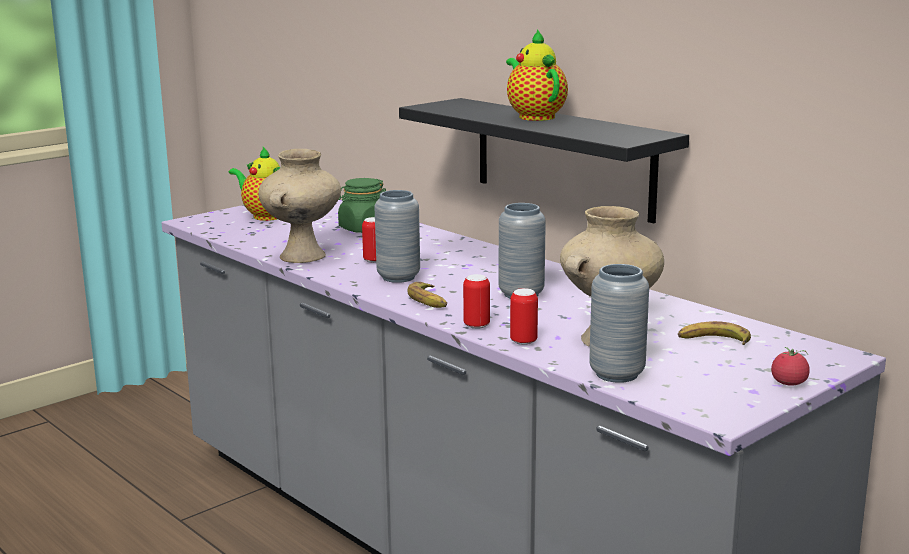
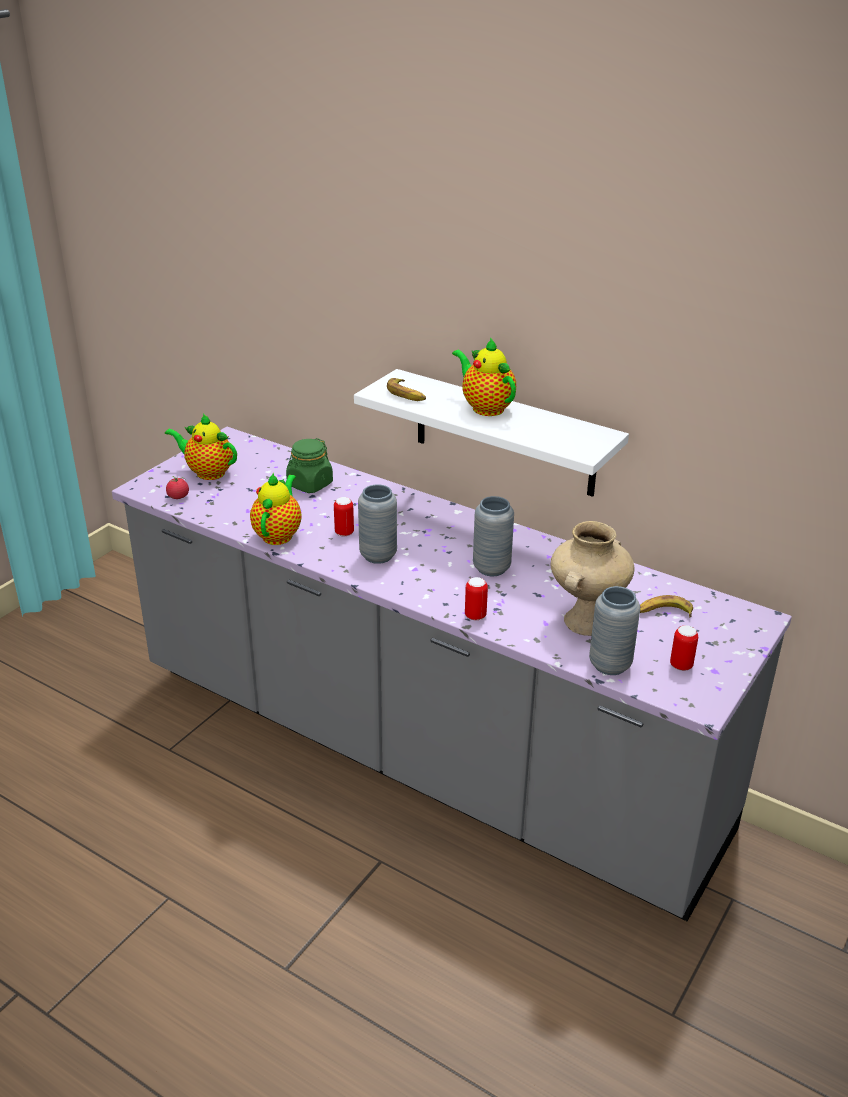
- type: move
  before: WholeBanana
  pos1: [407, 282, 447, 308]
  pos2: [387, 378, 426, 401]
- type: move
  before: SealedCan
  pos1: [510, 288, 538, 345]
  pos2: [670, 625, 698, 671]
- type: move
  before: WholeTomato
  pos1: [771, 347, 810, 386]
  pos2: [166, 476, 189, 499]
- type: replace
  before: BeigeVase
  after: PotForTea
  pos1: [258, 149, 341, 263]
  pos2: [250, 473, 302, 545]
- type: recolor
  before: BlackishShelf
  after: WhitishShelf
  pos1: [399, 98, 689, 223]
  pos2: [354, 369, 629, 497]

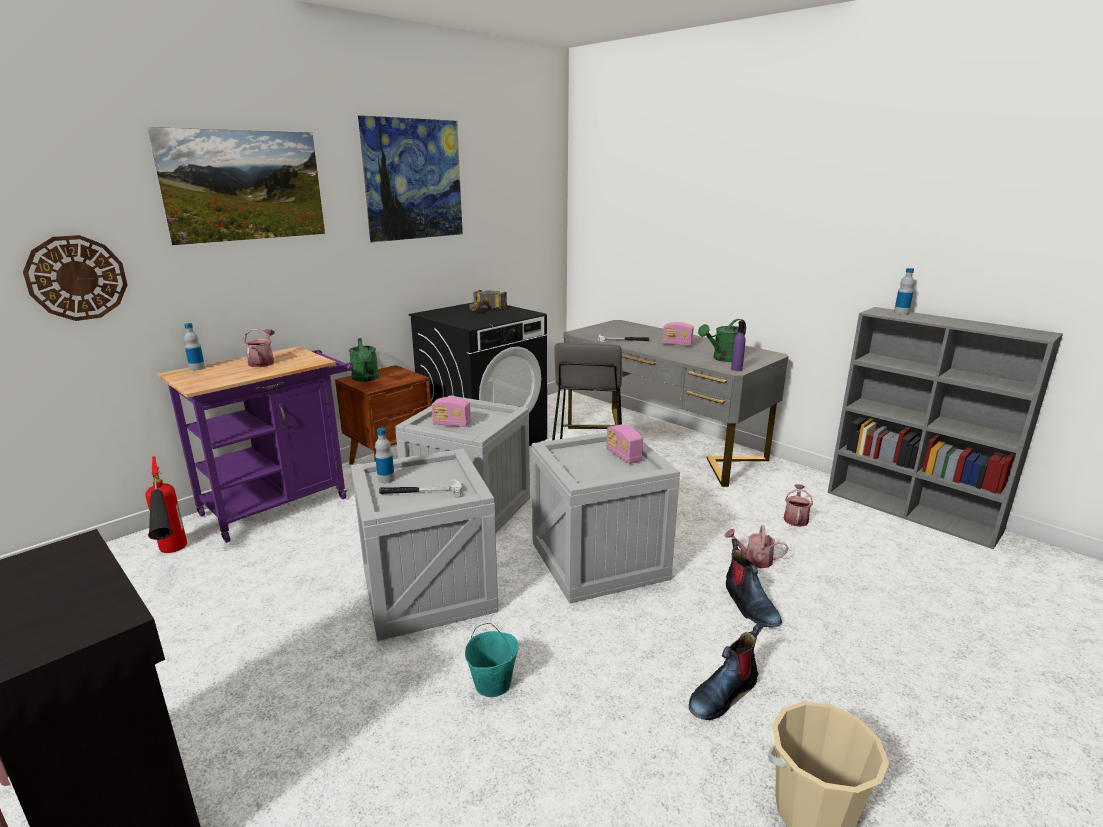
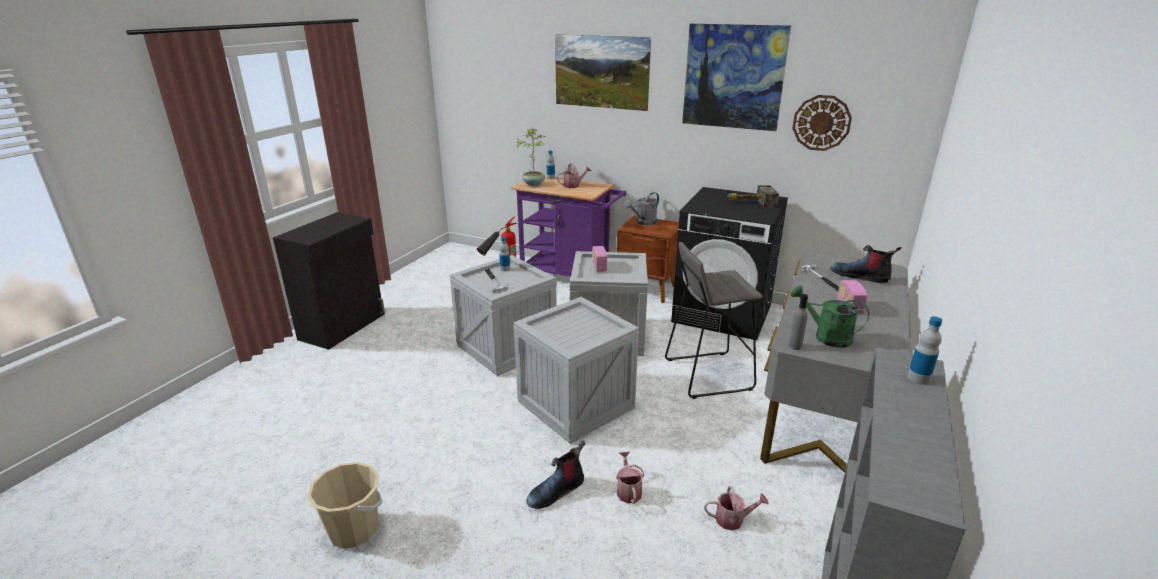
- type: delete
  before: TurquoiseColouredWaterBucket
  pos1: [465, 623, 519, 697]
- type: delete
  before: Radio
  pos1: [606, 424, 643, 464]
- type: insert
  after: Houseplant
  pos2: [515, 127, 545, 186]
- type: move
  before: WallClock
  pos1: [23, 235, 128, 321]
  pos2: [792, 95, 852, 151]
- type: move
  before: TallBoot
  pos1: [689, 623, 763, 720]
  pos2: [830, 245, 902, 283]
- type: recolor
  before: GreenishSprinklingCan
  after: GreySprinklingCan
  pos1: [349, 338, 379, 382]
  pos2: [624, 192, 659, 225]
- type: recolor
  before: PurplishBeverageBottle
  after: GreyBeverageBottle
  pos1: [731, 320, 745, 371]
  pos2: [788, 294, 808, 350]

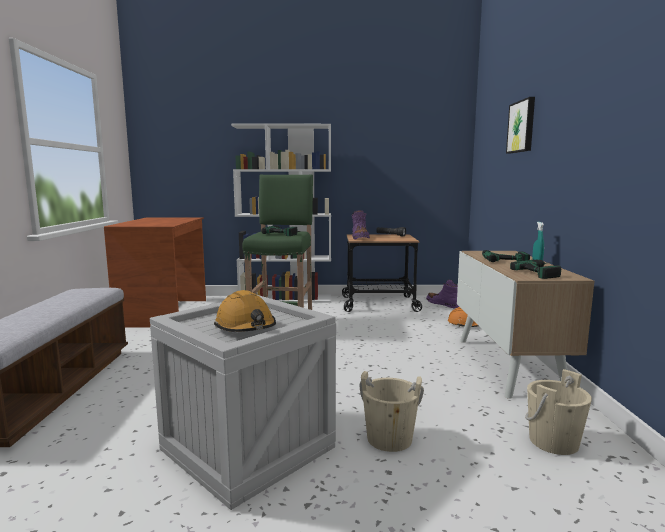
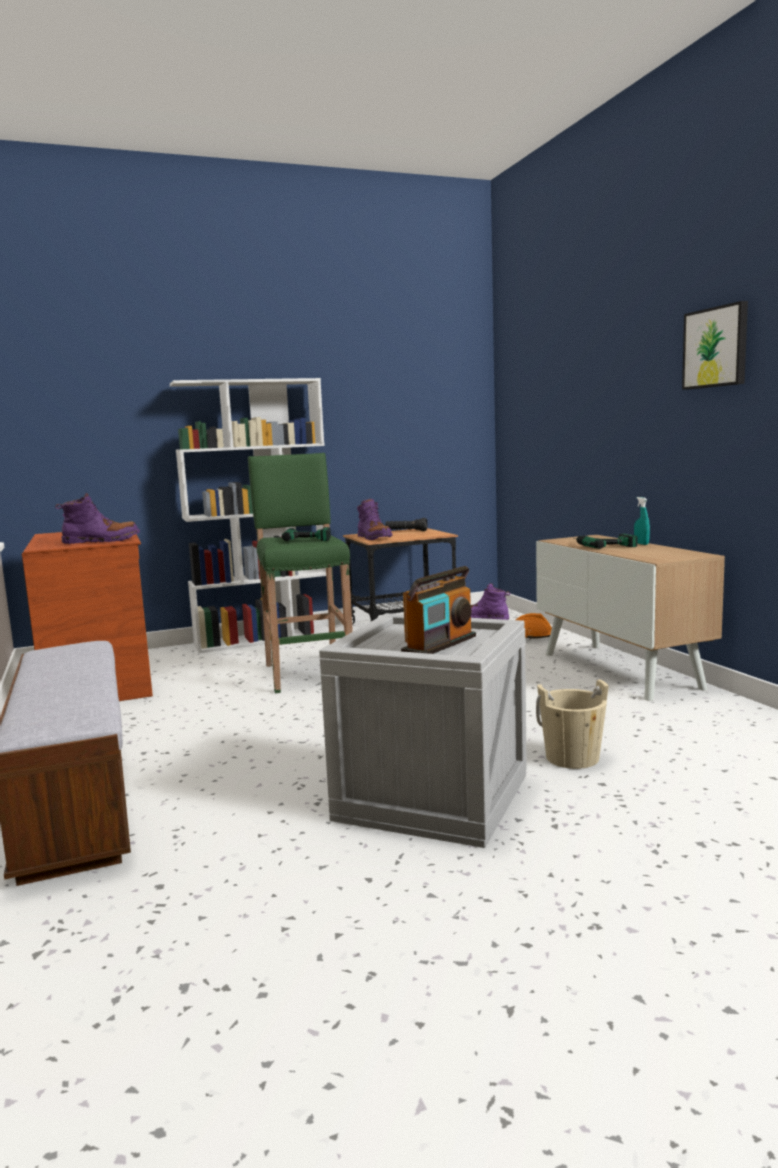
- type: delete
  before: PowerDrill
  pos1: [510, 260, 562, 279]
- type: delete
  before: BeigeWaterBucket
  pos1: [525, 369, 592, 455]
- type: insert
  after: PurplishTallBoot
  pos2: [55, 493, 140, 545]
- type: move
  before: Picture
  pos1: [506, 97, 535, 153]
  pos2: [682, 301, 748, 390]
- type: replace
  before: OrangeWorkHelmet
  after: Radio
  pos1: [214, 290, 276, 332]
  pos2: [401, 566, 476, 654]

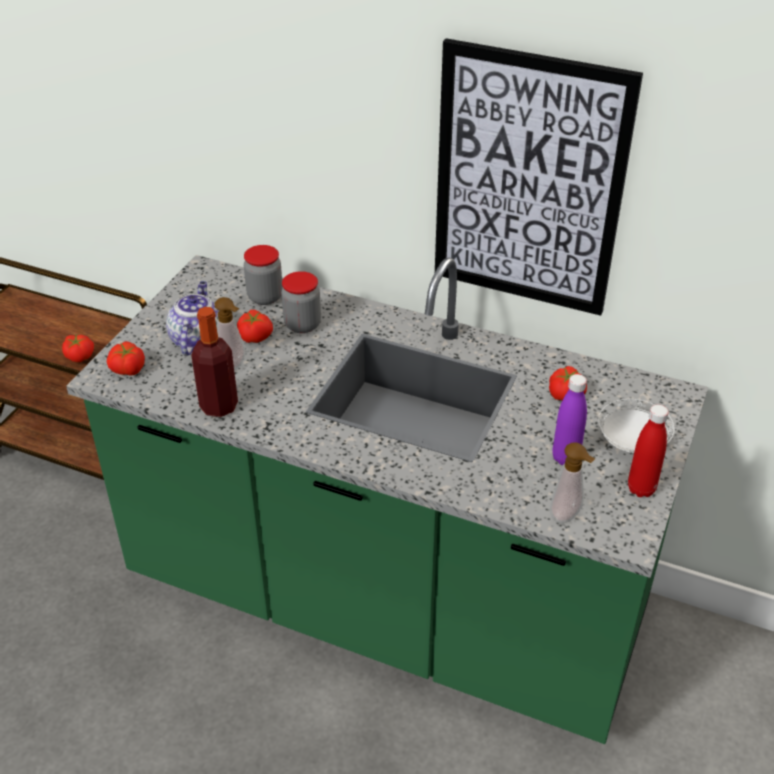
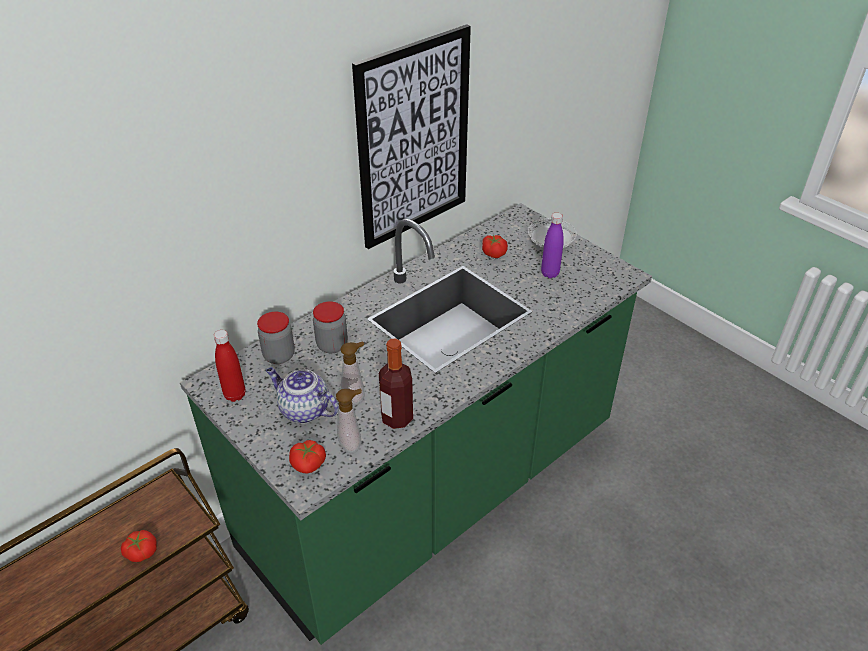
- type: delete
  before: WholeTomato
  pos1: [237, 310, 273, 343]
- type: move
  before: SoapDispenser
  pos1: [550, 442, 595, 524]
  pos2: [336, 388, 362, 453]
- type: move
  before: RedColouredBeverageBottle
  pos1: [628, 405, 669, 497]
  pos2: [214, 330, 245, 402]

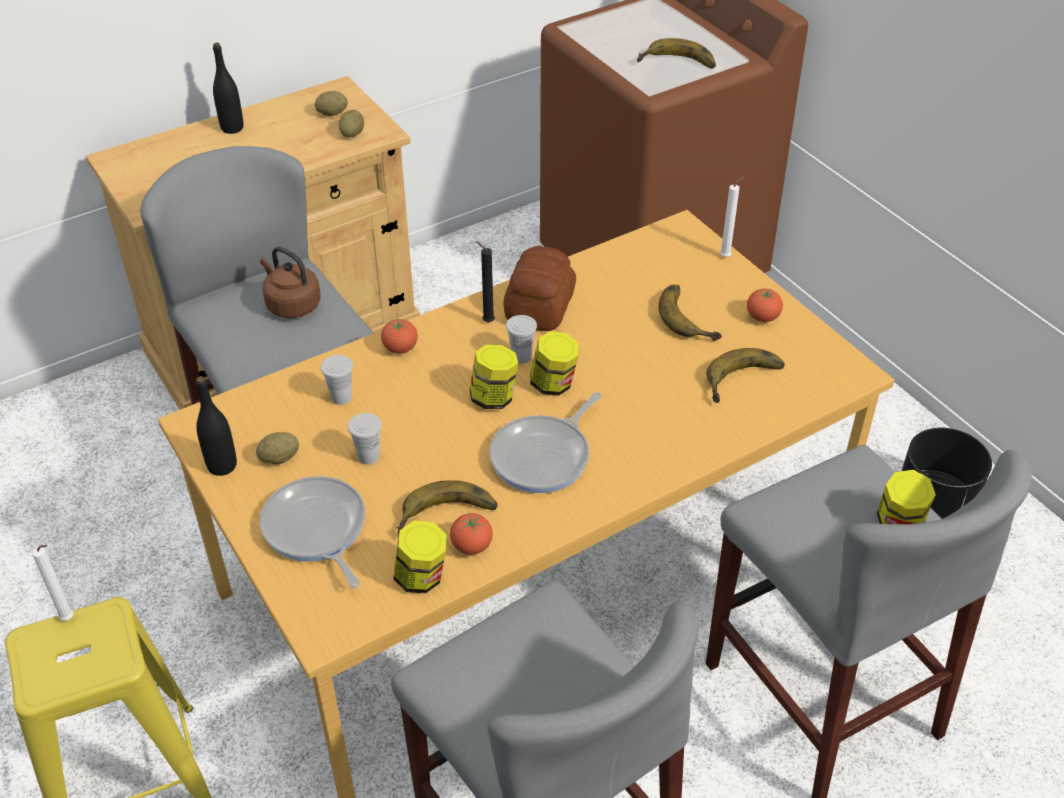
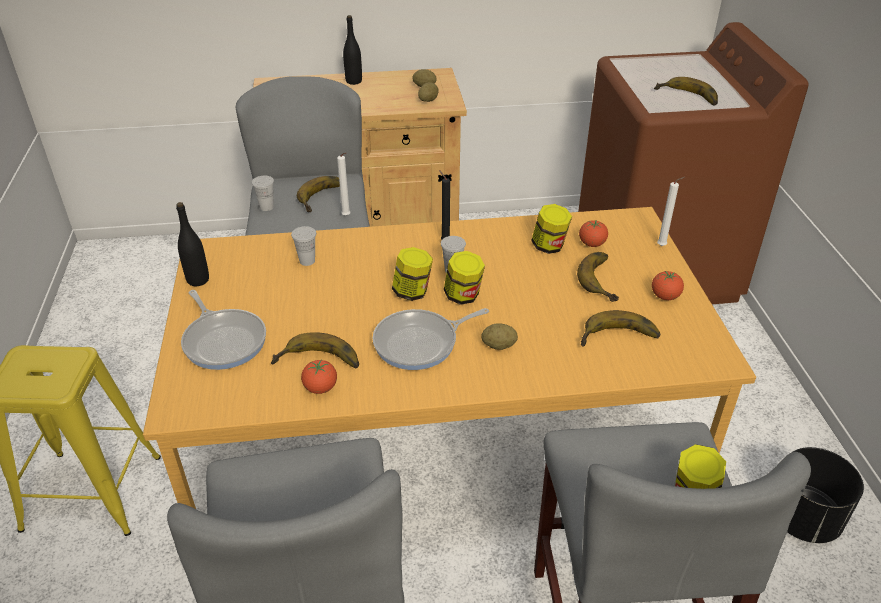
- type: delete
  before: BakeryBread
  pos1: [504, 246, 576, 331]
- type: move
  before: WhitishWaxCandle
  pos1: [32, 545, 74, 621]
  pos2: [337, 153, 350, 216]
- type: move
  before: Spud
  pos1: [256, 432, 299, 464]
  pos2: [482, 323, 518, 350]
- type: move
  before: WhitishSmallCup
  pos1: [348, 413, 382, 465]
  pos2: [252, 176, 274, 211]
- type: move
  before: WholeTomato
  pos1: [381, 319, 418, 354]
  pos2: [579, 220, 608, 247]
- type: move
  before: PreserveJar
  pos1: [394, 520, 447, 594]
  pos2: [531, 204, 572, 254]
- type: replace
  before: BrownKettle
  after: WholeBanana
  pos1: [260, 247, 320, 318]
  pos2: [297, 176, 340, 212]
- type: rotate
  before: FryingPan
  pos1: [259, 476, 365, 588]
  pos2: [181, 290, 266, 370]
  turn: 150

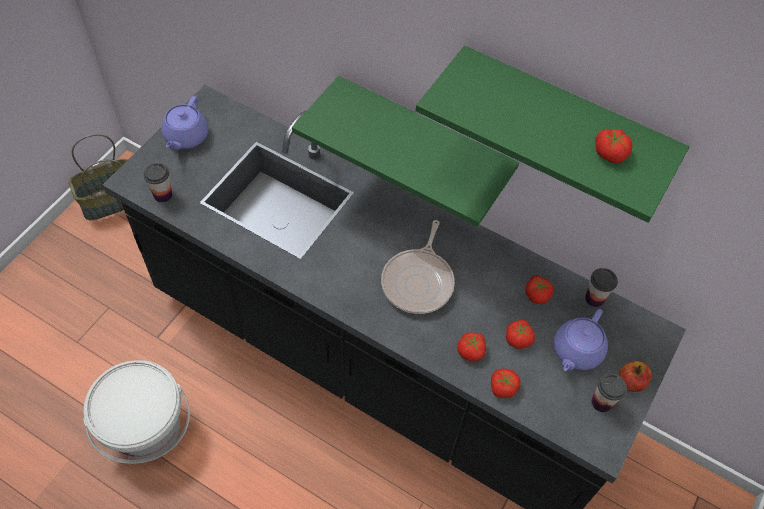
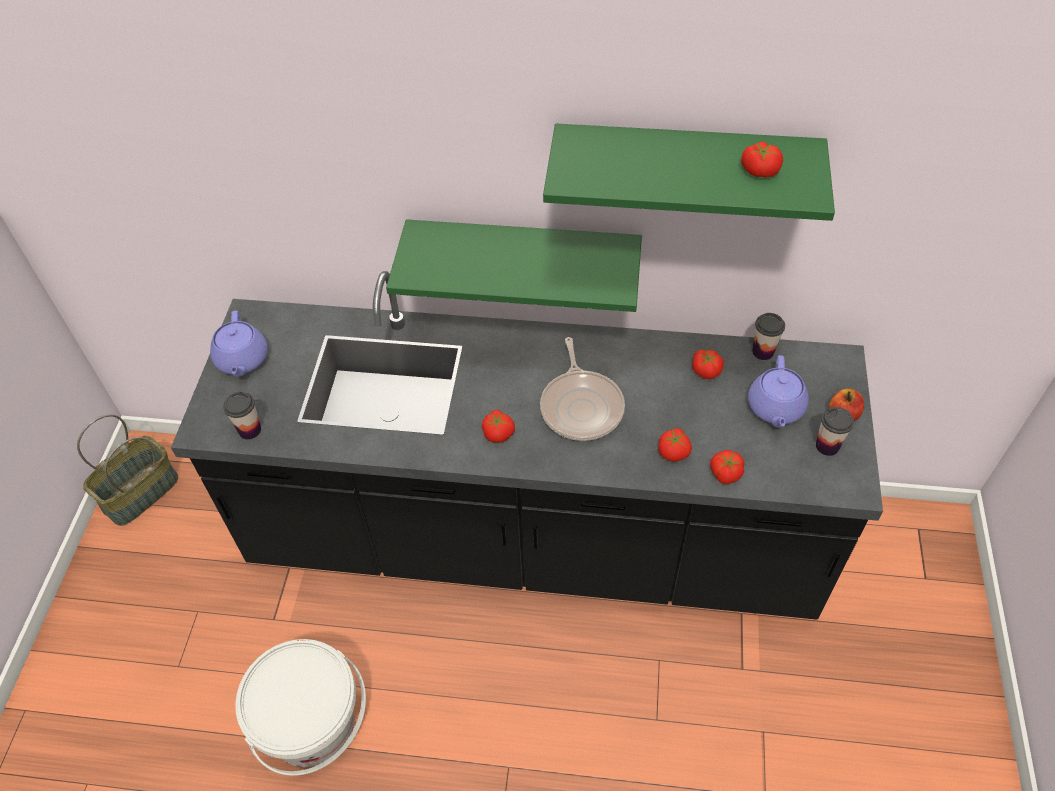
- type: move
  before: WholeTomato
  pos1: [506, 319, 535, 349]
  pos2: [482, 410, 515, 443]

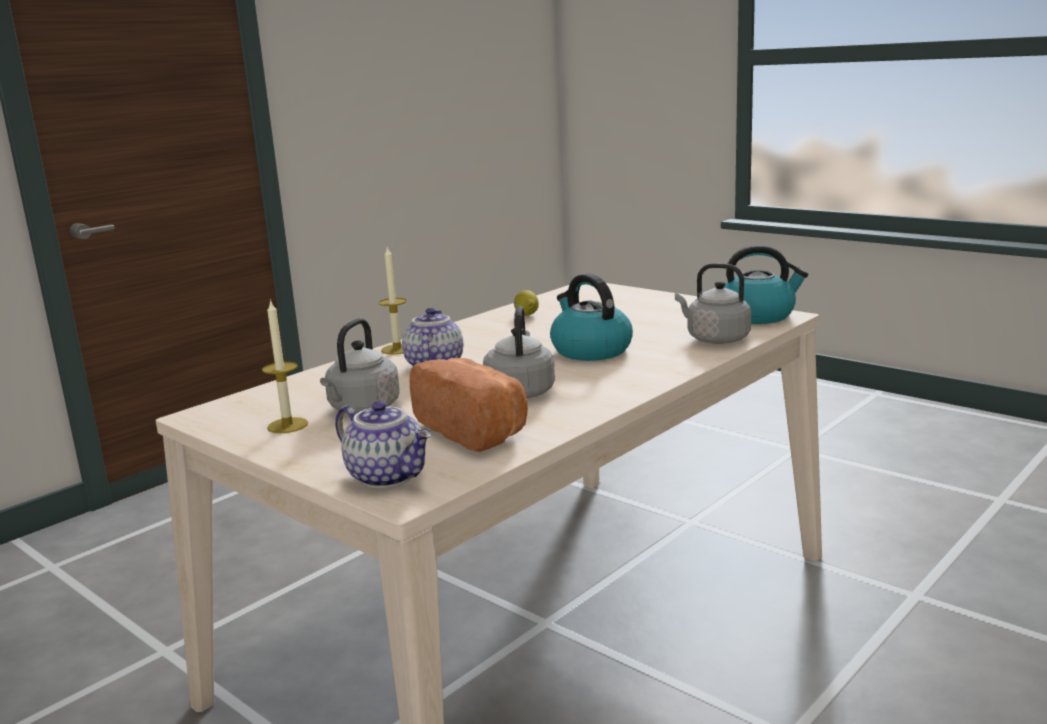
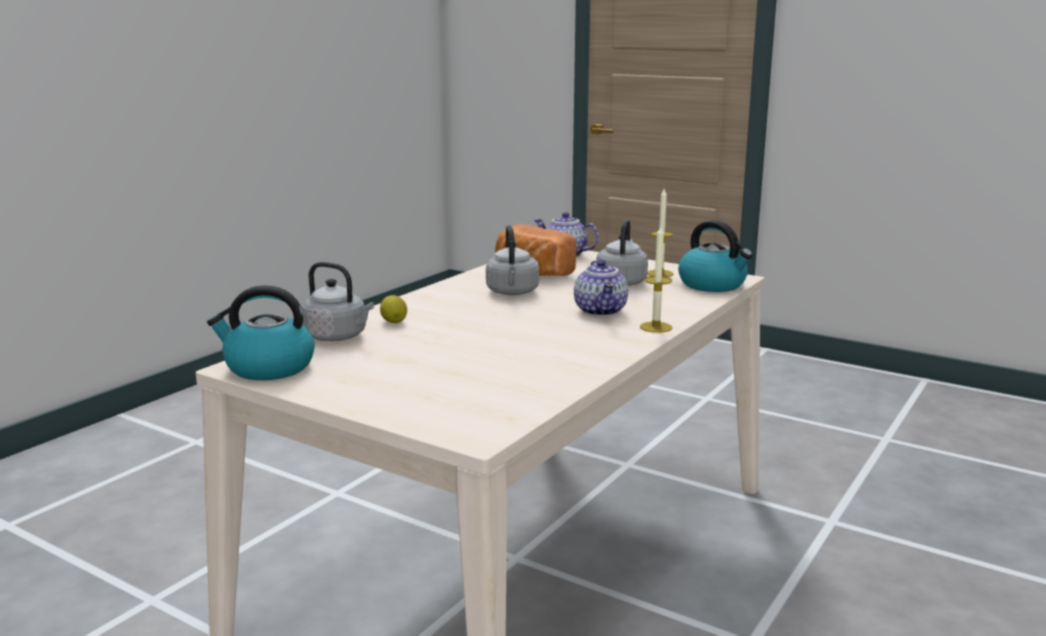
- type: move
  before: Lemon
  pos1: [514, 290, 539, 316]
  pos2: [380, 295, 407, 323]
- type: move
  before: Kettle
  pos1: [550, 273, 633, 361]
  pos2: [678, 220, 753, 292]

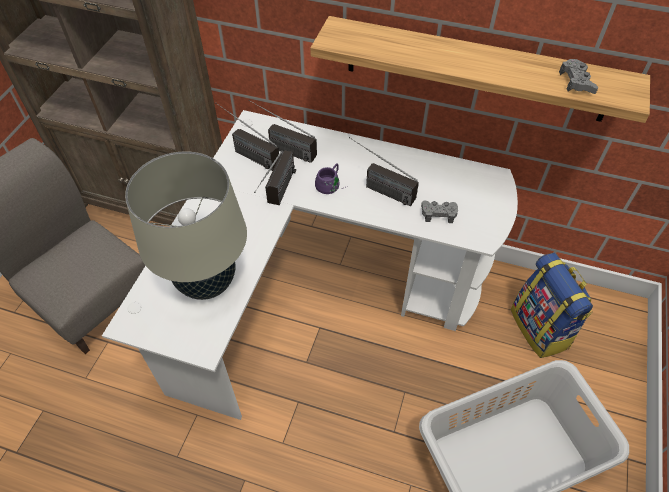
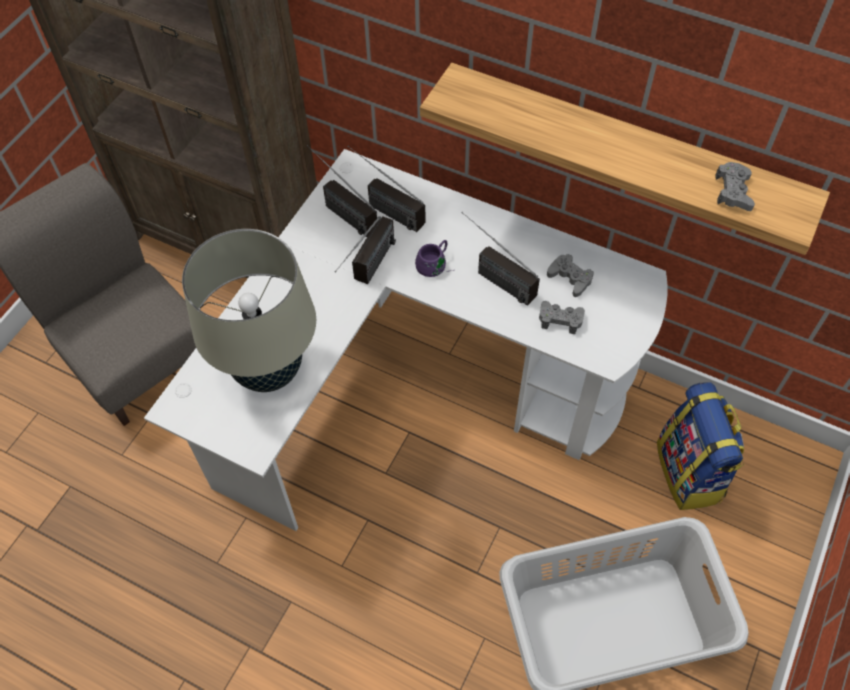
- type: insert
  after: GreyGamepad
  pos2: [547, 254, 594, 297]

